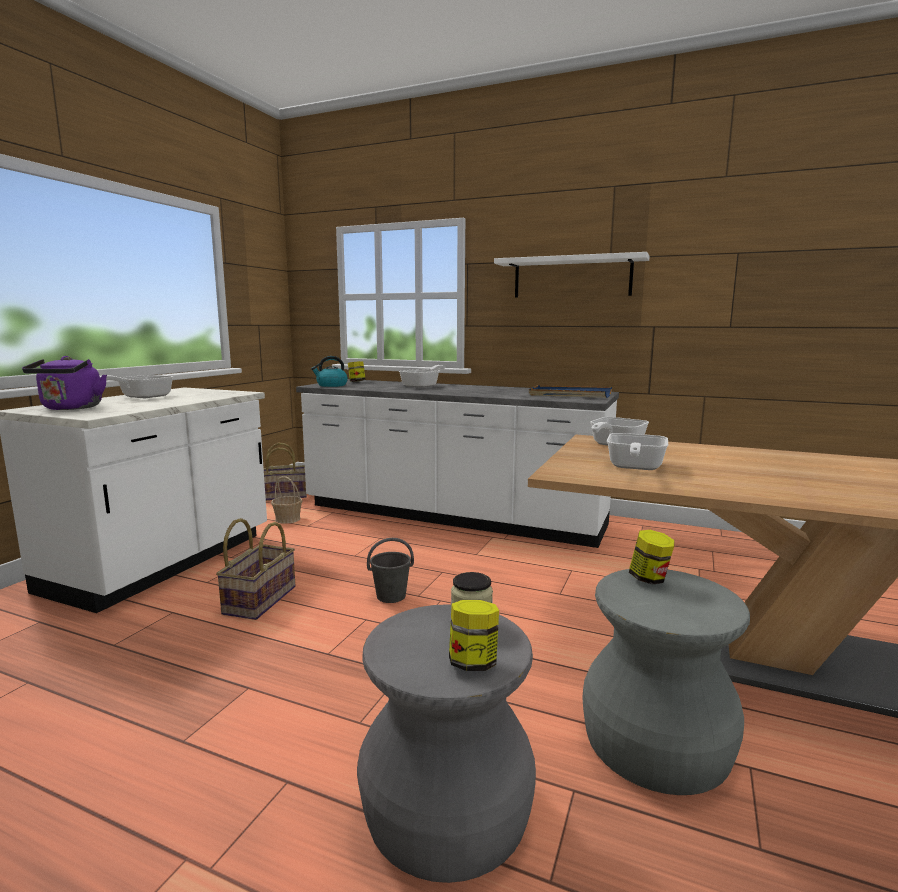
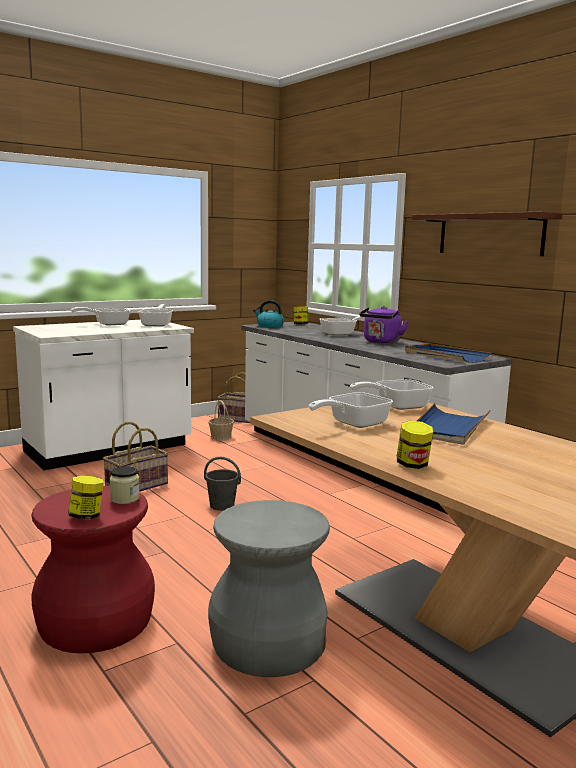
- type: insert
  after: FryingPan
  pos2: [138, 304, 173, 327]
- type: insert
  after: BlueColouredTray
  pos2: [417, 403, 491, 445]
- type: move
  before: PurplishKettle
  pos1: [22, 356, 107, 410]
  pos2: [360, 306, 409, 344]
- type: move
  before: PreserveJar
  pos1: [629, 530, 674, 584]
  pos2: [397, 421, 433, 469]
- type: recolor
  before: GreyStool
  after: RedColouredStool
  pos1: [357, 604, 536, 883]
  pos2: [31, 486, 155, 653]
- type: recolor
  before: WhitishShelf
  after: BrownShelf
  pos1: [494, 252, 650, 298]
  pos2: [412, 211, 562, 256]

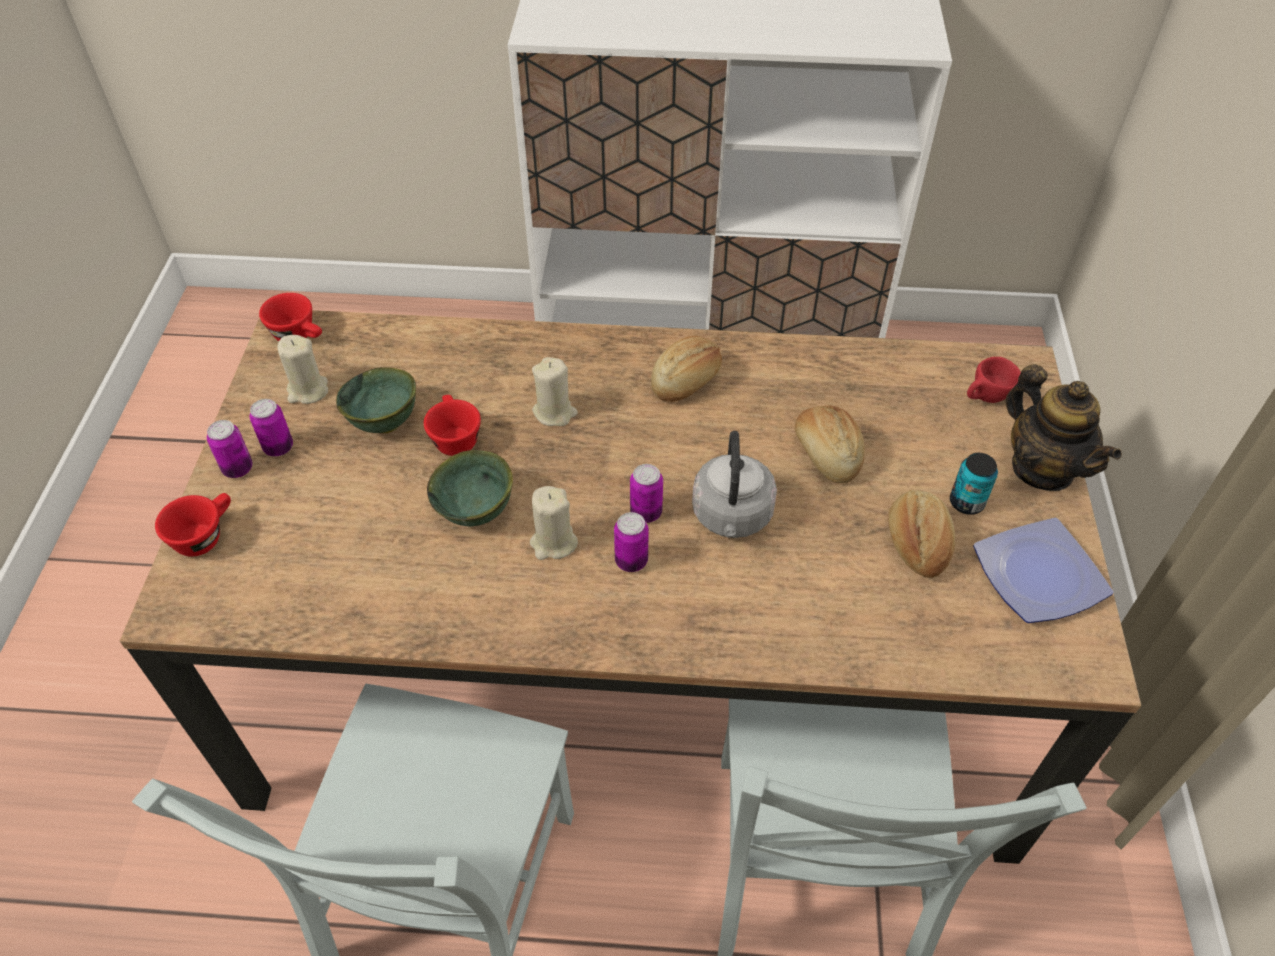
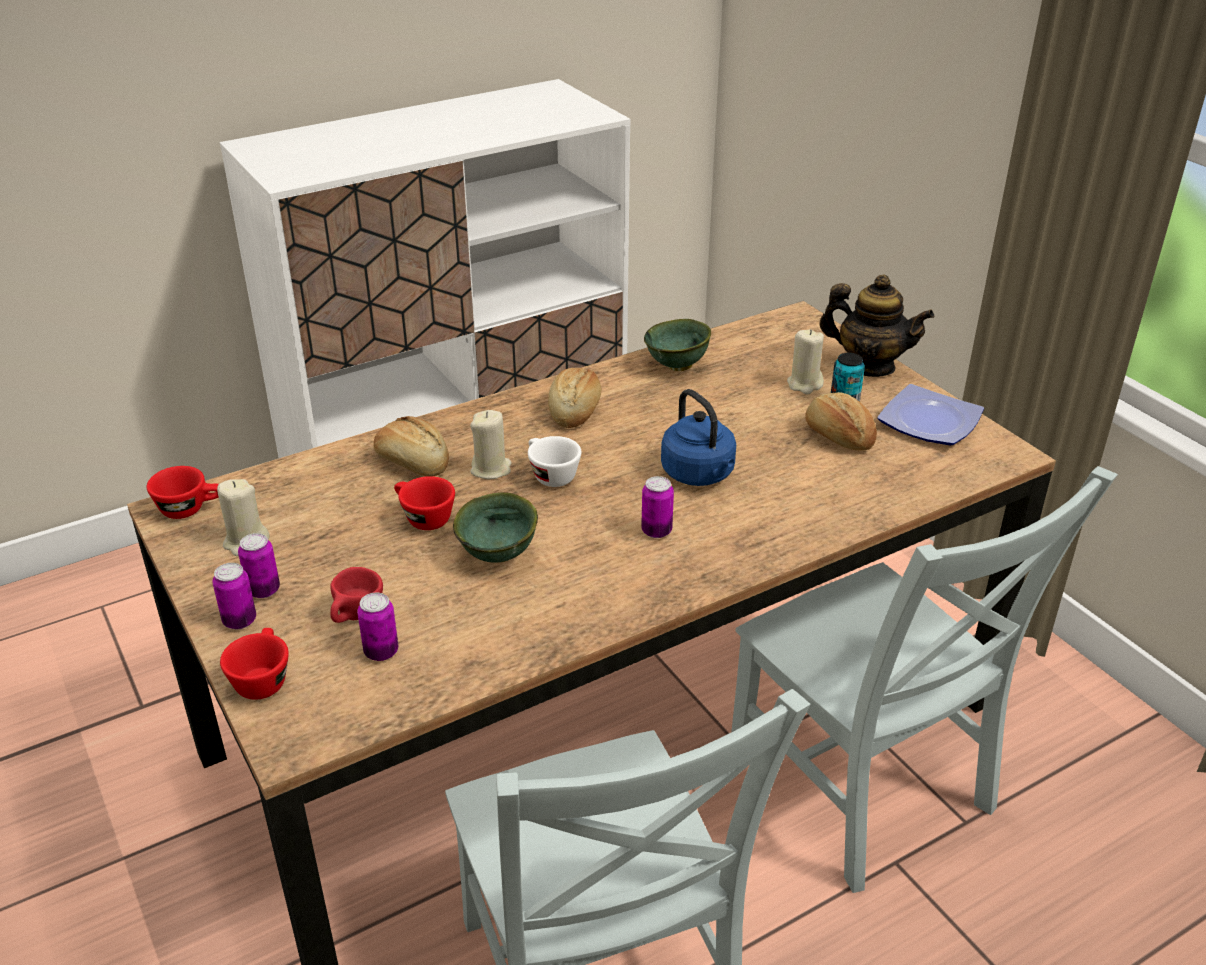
- type: insert
  after: WhitishSmallCup
  pos2: [528, 436, 581, 487]
- type: move
  before: GreenishDeepDish
  pos1: [336, 367, 416, 433]
  pos2: [644, 319, 711, 371]
- type: move
  before: BeigeWaxCandle
  pos1: [530, 486, 578, 560]
  pos2: [787, 329, 824, 395]
- type: move
  before: SealedCan
  pos1: [630, 464, 663, 523]
  pos2: [357, 593, 398, 661]
- type: move
  before: BakeryBread
  pos1: [795, 405, 865, 483]
  pos2: [373, 416, 449, 477]
- type: move
  before: RedColouredSmallCup
  pos1: [967, 357, 1021, 403]
  pos2: [330, 567, 383, 623]
- type: recolor
  before: GreyKettle
  after: BlueColouredKettle
  pos1: [692, 431, 777, 538]
  pos2: [661, 389, 736, 486]

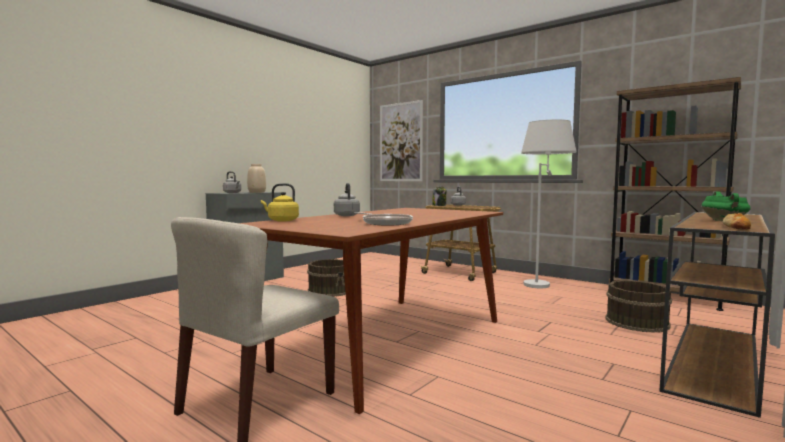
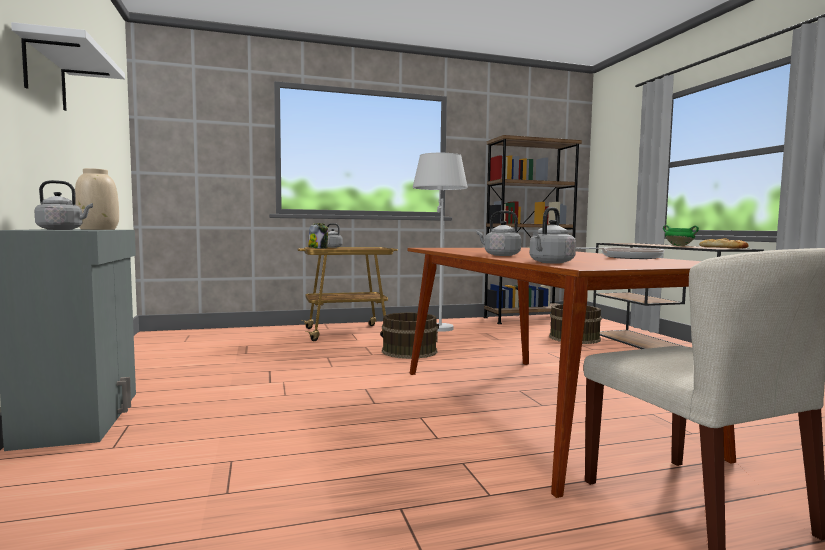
- type: delete
  before: Picture
  pos1: [380, 100, 423, 181]
- type: insert
  after: WhitishShelf
  pos2: [11, 22, 125, 111]
- type: move
  before: BrownWaterBucket
  pos1: [307, 259, 346, 297]
  pos2: [382, 313, 439, 359]
- type: recolor
  before: YellowishKettle
  after: GreyKettle
  pos1: [261, 183, 299, 222]
  pos2: [530, 207, 576, 263]

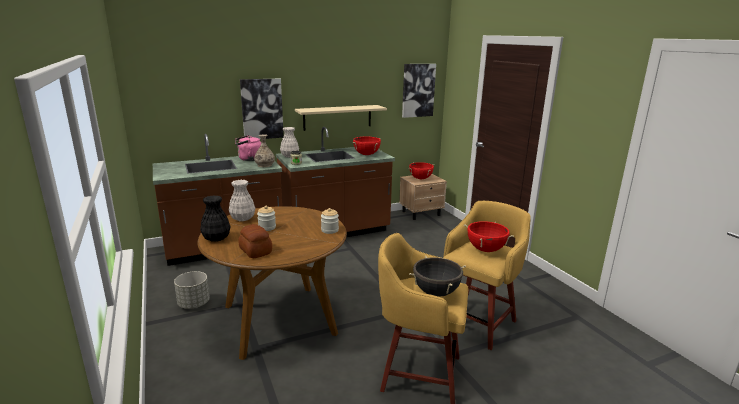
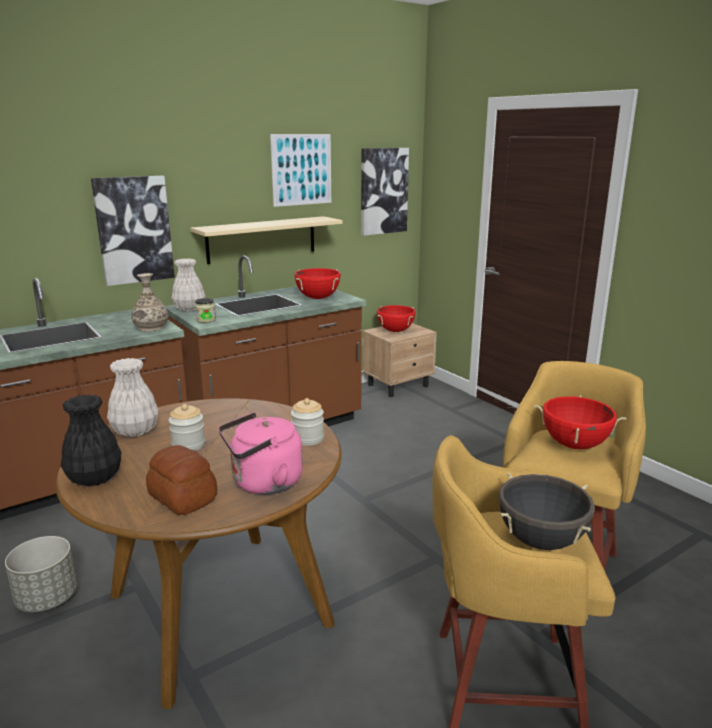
- type: insert
  after: Picture
  pos2: [270, 134, 331, 207]
- type: move
  before: PinkColouredKettle
  pos1: [235, 135, 261, 161]
  pos2: [218, 412, 303, 495]

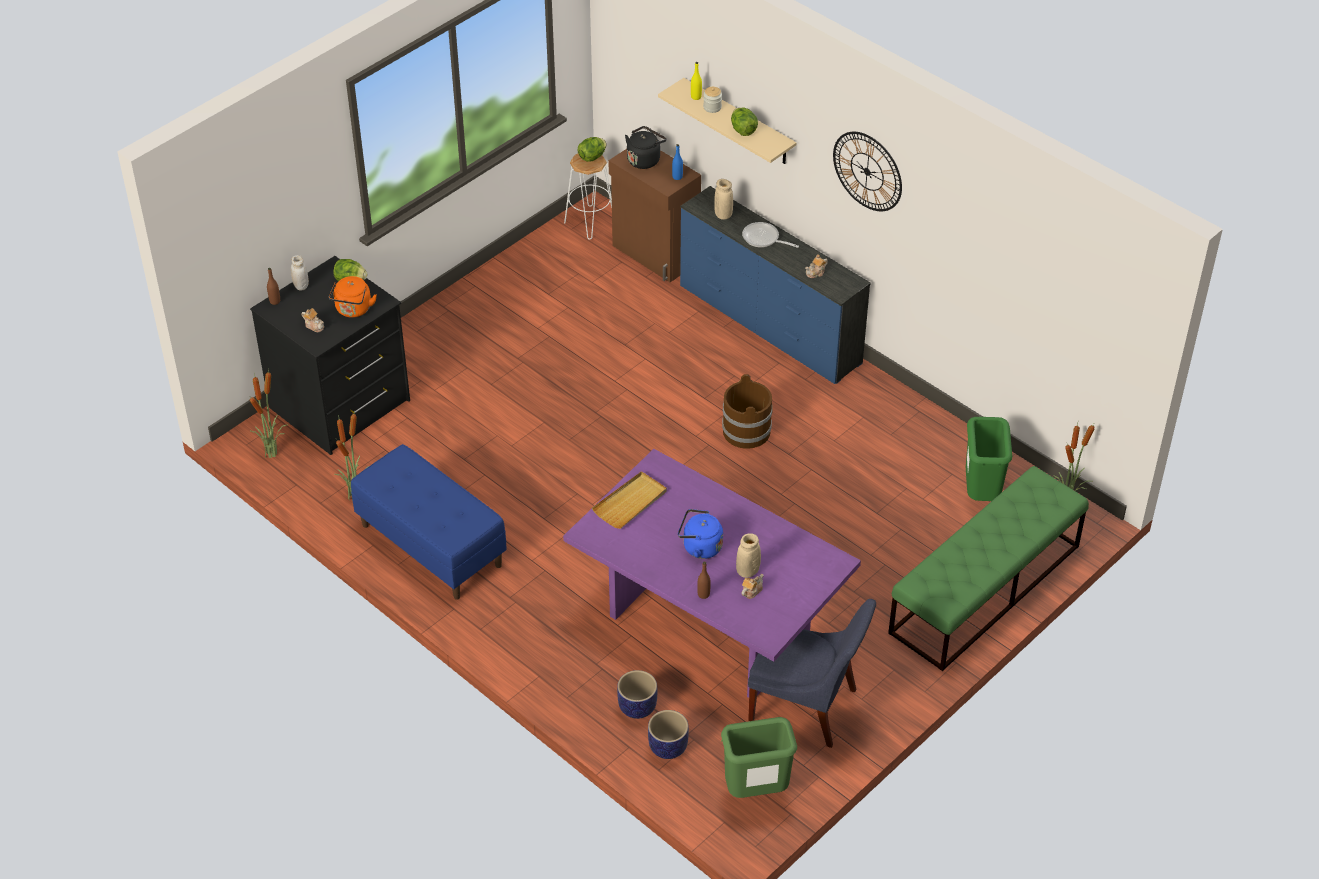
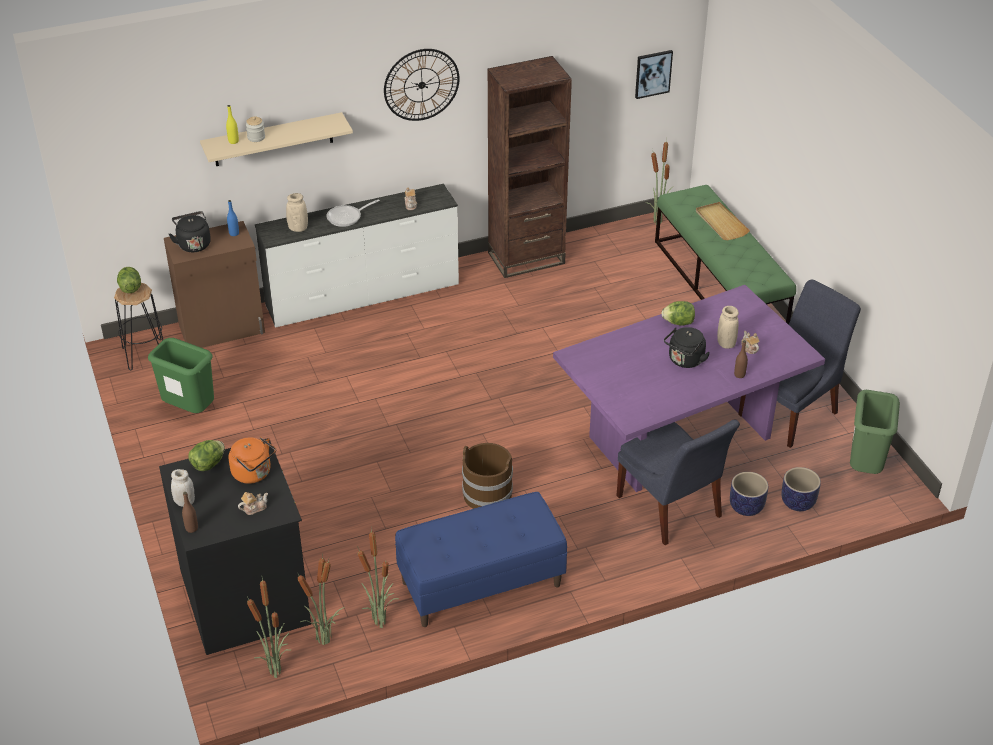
- type: insert
  after: Houseplant
  pos2: [298, 555, 345, 645]
- type: insert
  after: BrownShelvingUnit
  pos2: [487, 56, 572, 278]
- type: insert
  after: BlueColouredPlainChair
  pos2: [616, 419, 740, 545]
- type: insert
  after: Picture
  pos2: [635, 50, 673, 99]
- type: move
  before: BeigeTray
  pos1: [592, 471, 667, 529]
  pos2: [696, 202, 750, 240]
- type: move
  before: BrownWaterBucket
  pos1: [722, 374, 773, 449]
  pos2: [462, 443, 513, 509]
- type: move
  before: HeadOfLettuce
  pos1: [731, 108, 758, 136]
  pos2: [661, 301, 695, 326]
- type: move
  before: GreenishTrashCan
  pos1: [966, 417, 1012, 501]
  pos2: [148, 338, 214, 413]
- type: recolor
  before: WhitishStool
  after: BlackishStool
  pos1: [564, 154, 612, 240]
  pos2: [114, 283, 163, 370]
- type: recolor
  before: BlueColouredKettle
  after: BlackishKettle
  pos1: [678, 509, 723, 559]
  pos2: [664, 327, 710, 368]
- type: recolor
  before: BlueColouredChestOfDrawers
  after: WhitishChestOfDrawers
  pos1: [680, 186, 871, 384]
  pos2: [255, 184, 459, 327]

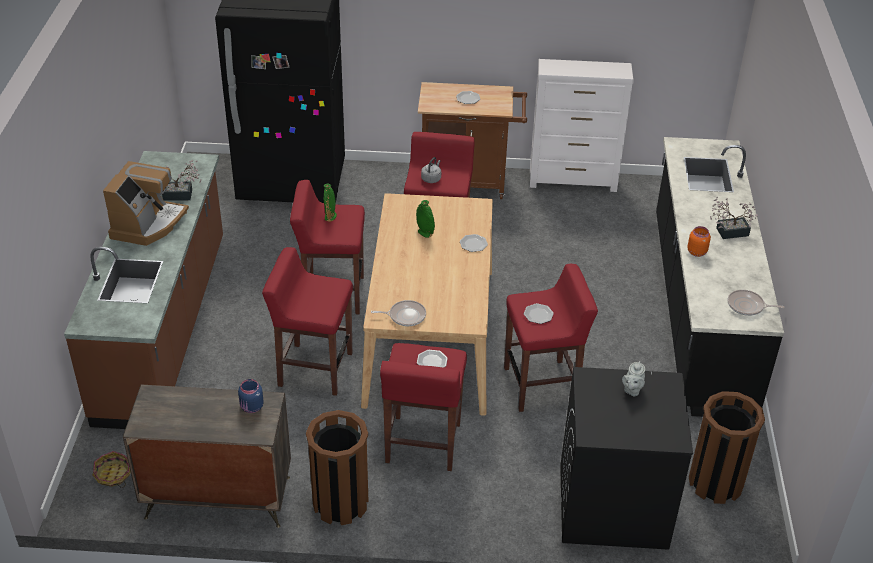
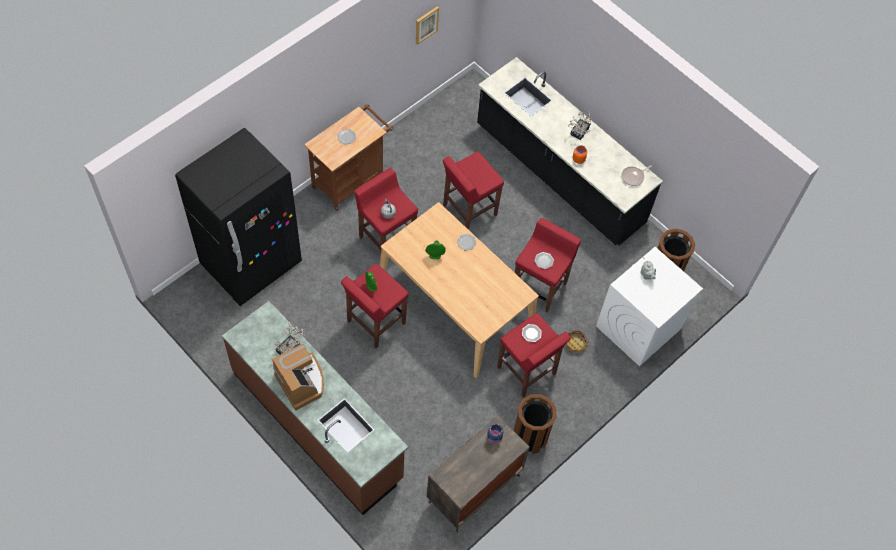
- type: delete
  before: FryingPan
  pos1: [371, 300, 426, 326]
- type: delete
  before: WhitishChestOfDrawers
  pos1: [530, 59, 634, 192]
- type: insert
  after: Picture
  pos2: [416, 6, 439, 45]
- type: move
  before: Basket
  pos1: [92, 451, 131, 488]
  pos2: [566, 330, 590, 352]
- type: move
  before: RedColouredStool
  pos1: [262, 247, 353, 396]
  pos2: [443, 152, 504, 230]
- type: recolor
  before: BlackishLaundryAppliance
  after: WhitishLaundryAppliance
  pos1: [560, 367, 693, 550]
  pos2: [596, 247, 703, 367]

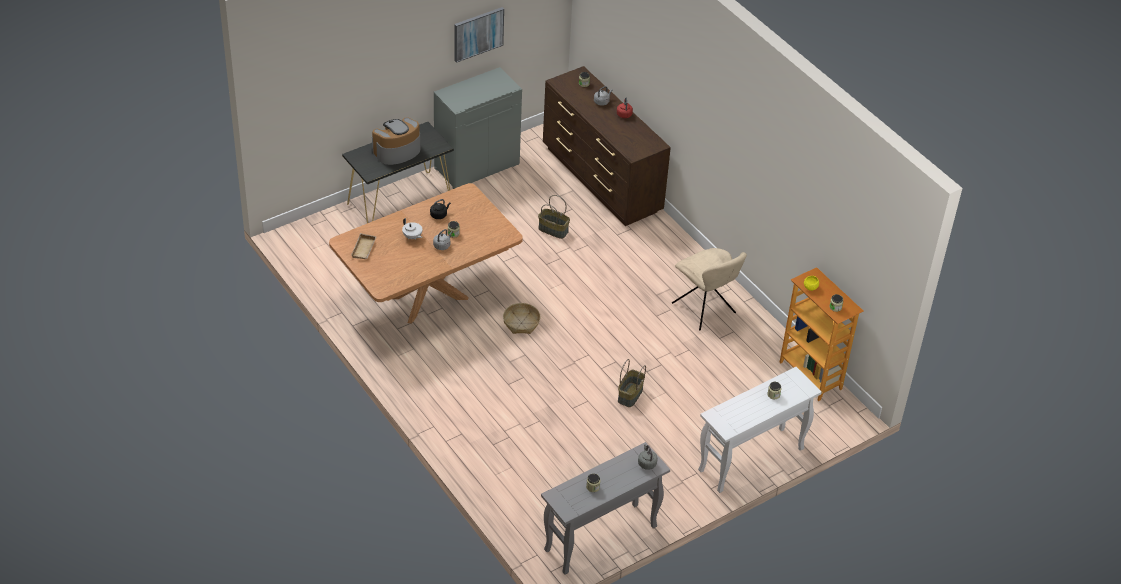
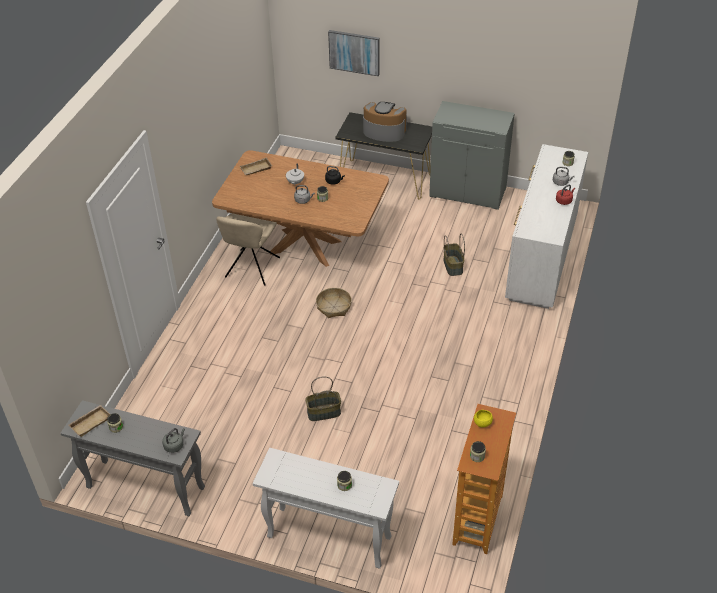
- type: insert
  after: BeigeTray
  pos2: [69, 405, 111, 437]
- type: move
  before: Picture
  pos1: [454, 7, 504, 63]
  pos2: [328, 30, 379, 76]
- type: move
  before: BeigePlainChair
  pos1: [672, 248, 747, 330]
  pos2: [216, 213, 280, 286]
- type: recolor
  before: BrownChestOfDrawers
  after: WhitishChestOfDrawers
  pos1: [543, 66, 671, 226]
  pos2: [505, 144, 588, 309]

